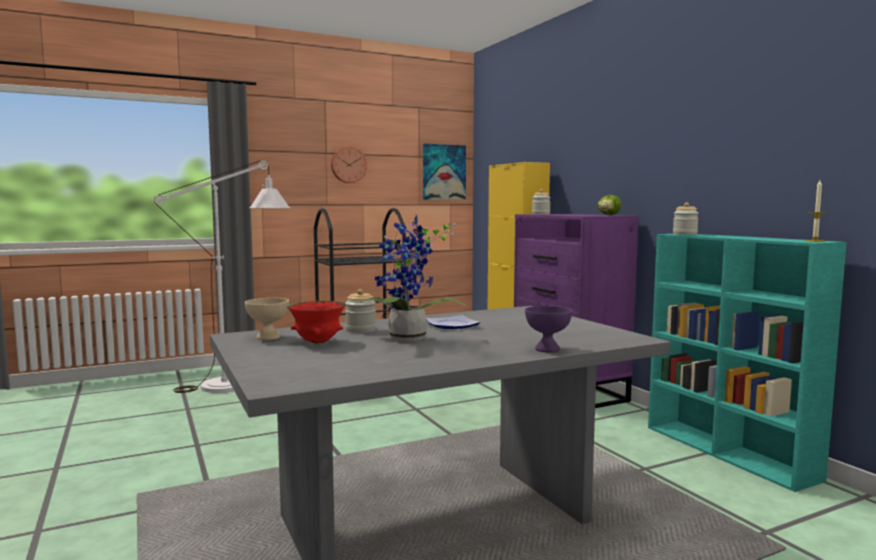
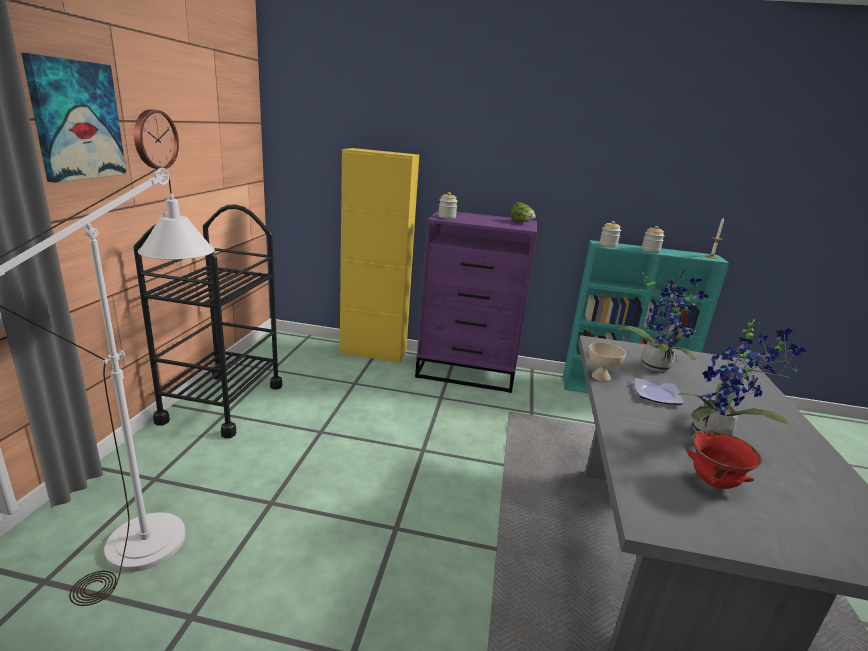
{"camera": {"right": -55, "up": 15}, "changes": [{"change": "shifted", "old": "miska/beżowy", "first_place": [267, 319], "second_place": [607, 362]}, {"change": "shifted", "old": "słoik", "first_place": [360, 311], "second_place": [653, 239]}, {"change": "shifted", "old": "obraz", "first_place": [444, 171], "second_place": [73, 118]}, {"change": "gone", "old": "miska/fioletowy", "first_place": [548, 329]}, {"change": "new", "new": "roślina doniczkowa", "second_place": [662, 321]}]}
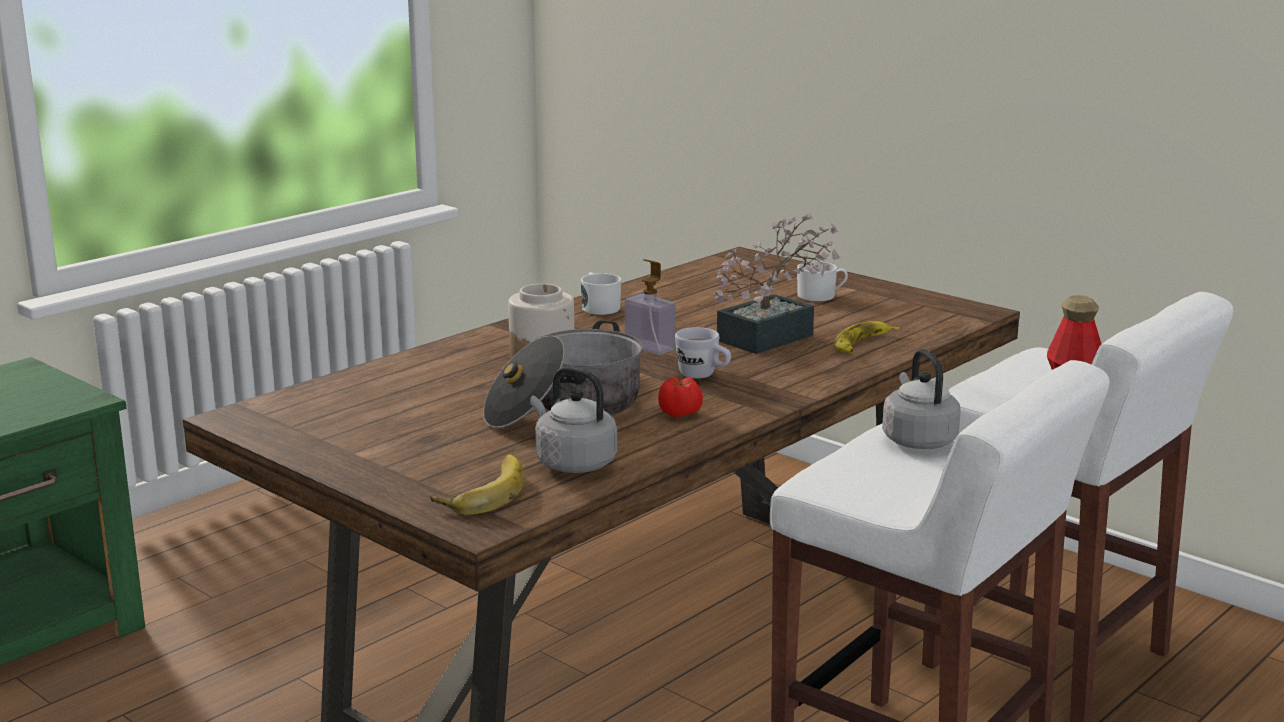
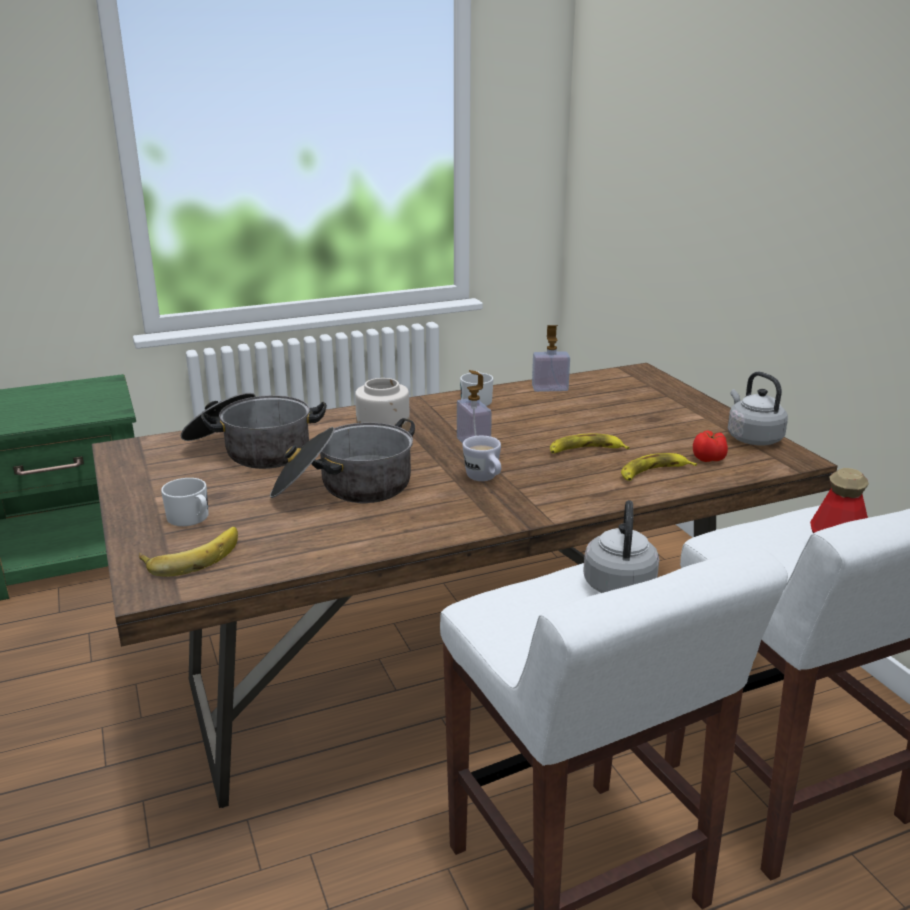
{"camera": {"right": 25, "up": 5}, "changes": [{"change": "shifted", "old": "czajnik/szary", "first_place": [573, 419], "second_place": [758, 408]}, {"change": "shifted", "old": "pomidor", "first_place": [680, 397], "second_place": [710, 446]}, {"change": "swapped", "old": "roślina doniczkowa", "new": "banan", "first_place": [777, 284], "second_place": [590, 444]}, {"change": "shifted", "old": "kubek/biały", "first_place": [822, 281], "second_place": [185, 502]}, {"change": "new", "new": "garnek", "second_place": [254, 431]}, {"change": "new", "new": "dozownik mydła", "second_place": [551, 358]}]}
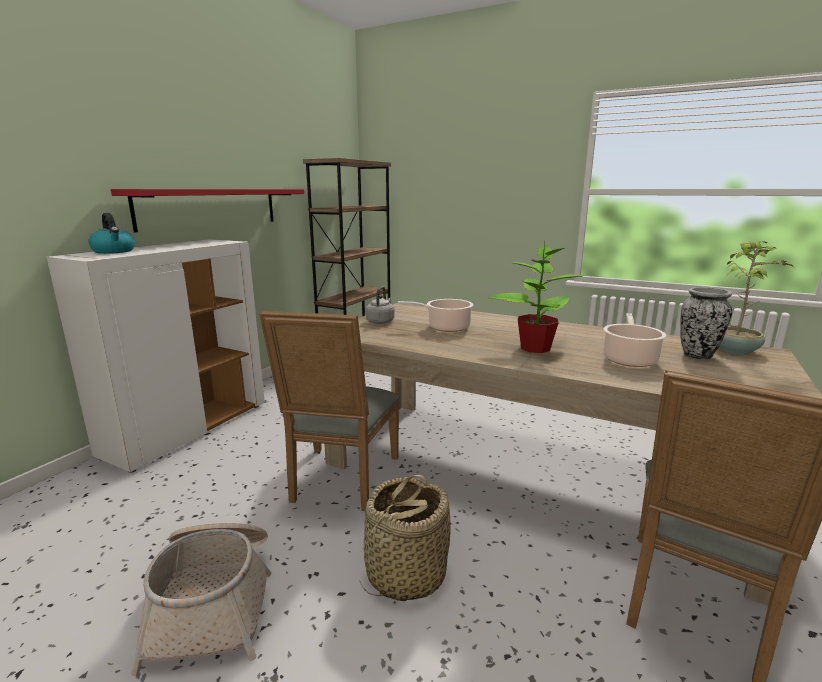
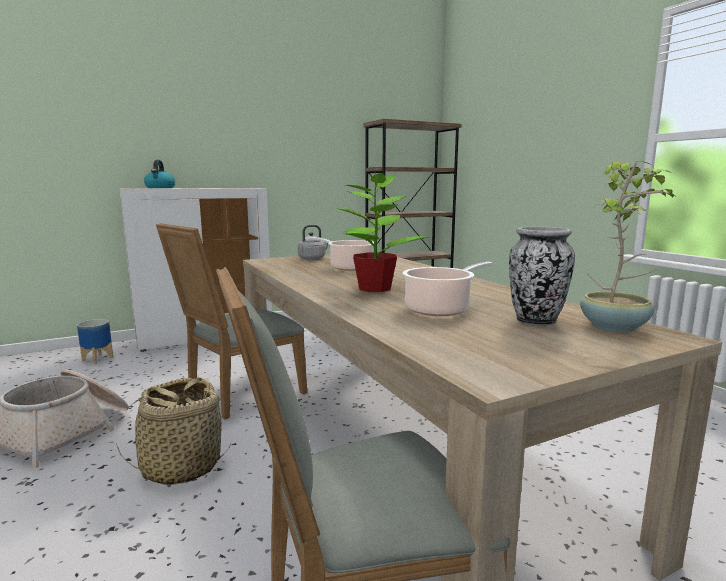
{"camera": {"right": 35, "up": -5}, "changes": [{"change": "gone", "old": "półka/czerwony", "first_place": [207, 211]}, {"change": "new", "new": "donica", "second_place": [95, 341]}]}
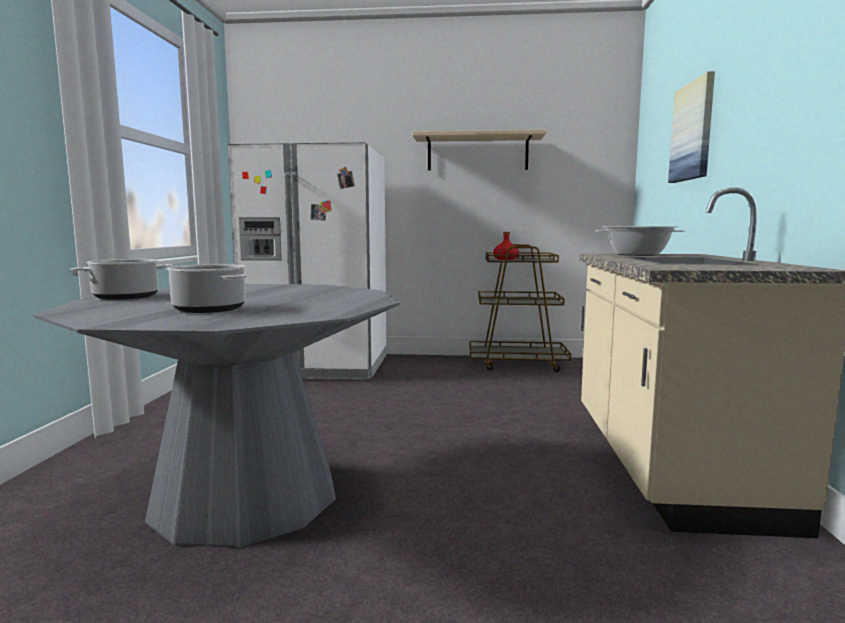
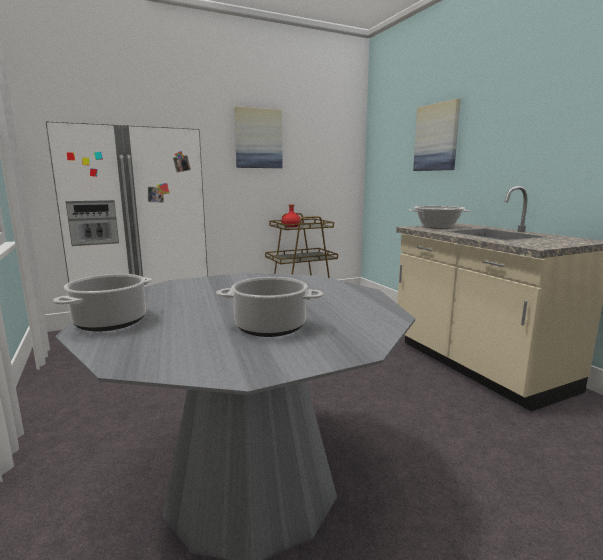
{"camera": {"right": -30, "up": 5}, "changes": [{"change": "swapped", "old": "półka/beżowy", "new": "obraz", "first_place": [479, 150], "second_place": [258, 137]}]}
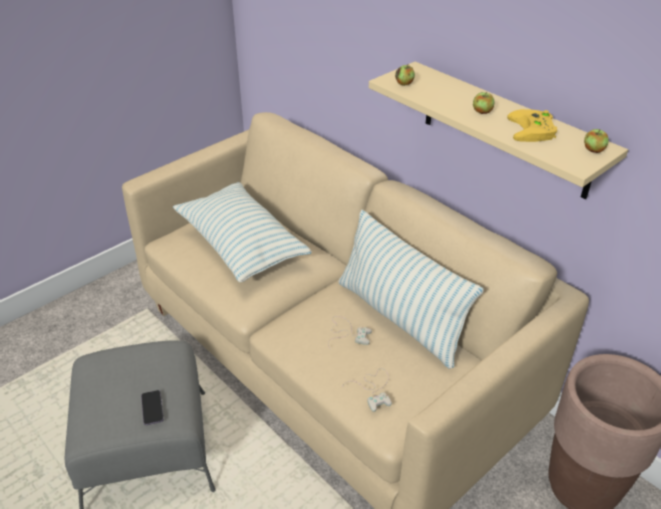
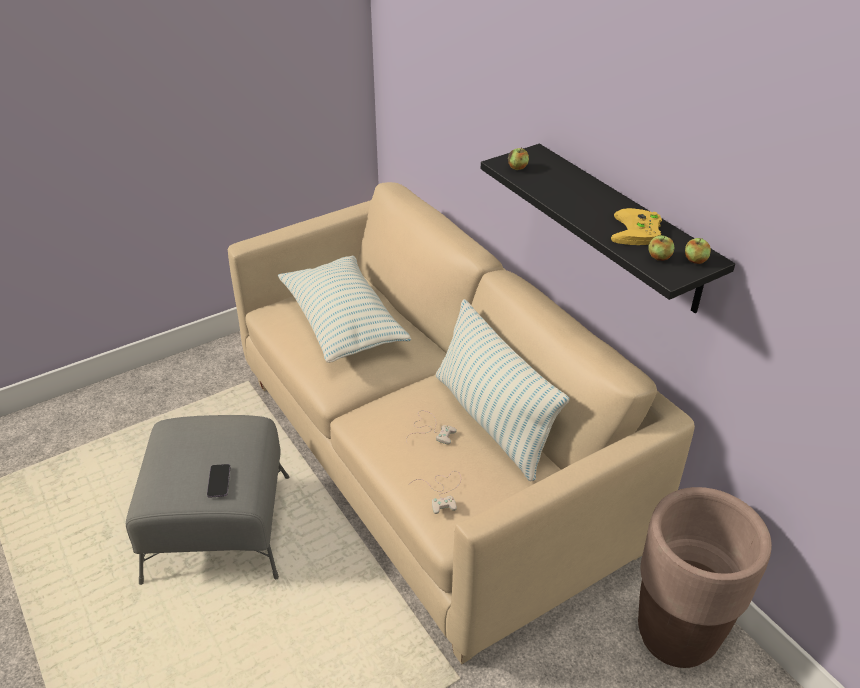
{"camera": {"right": 10, "up": 0}, "changes": [{"change": "repainted", "old": "półka/beżowy", "new": "półka/czarny", "first_place": [498, 130], "second_place": [608, 228]}, {"change": "shifted", "old": "jabłko", "first_place": [484, 103], "second_place": [661, 248]}]}
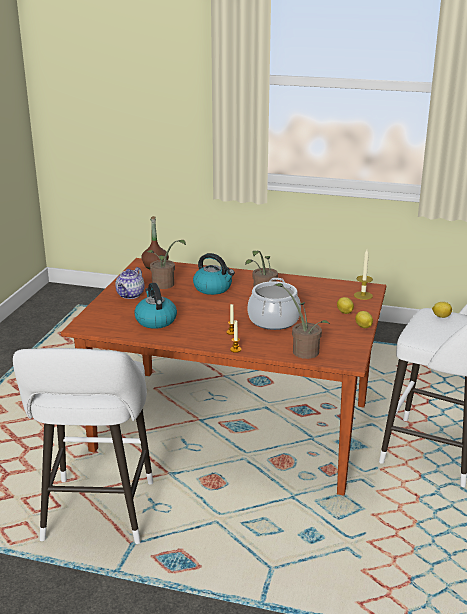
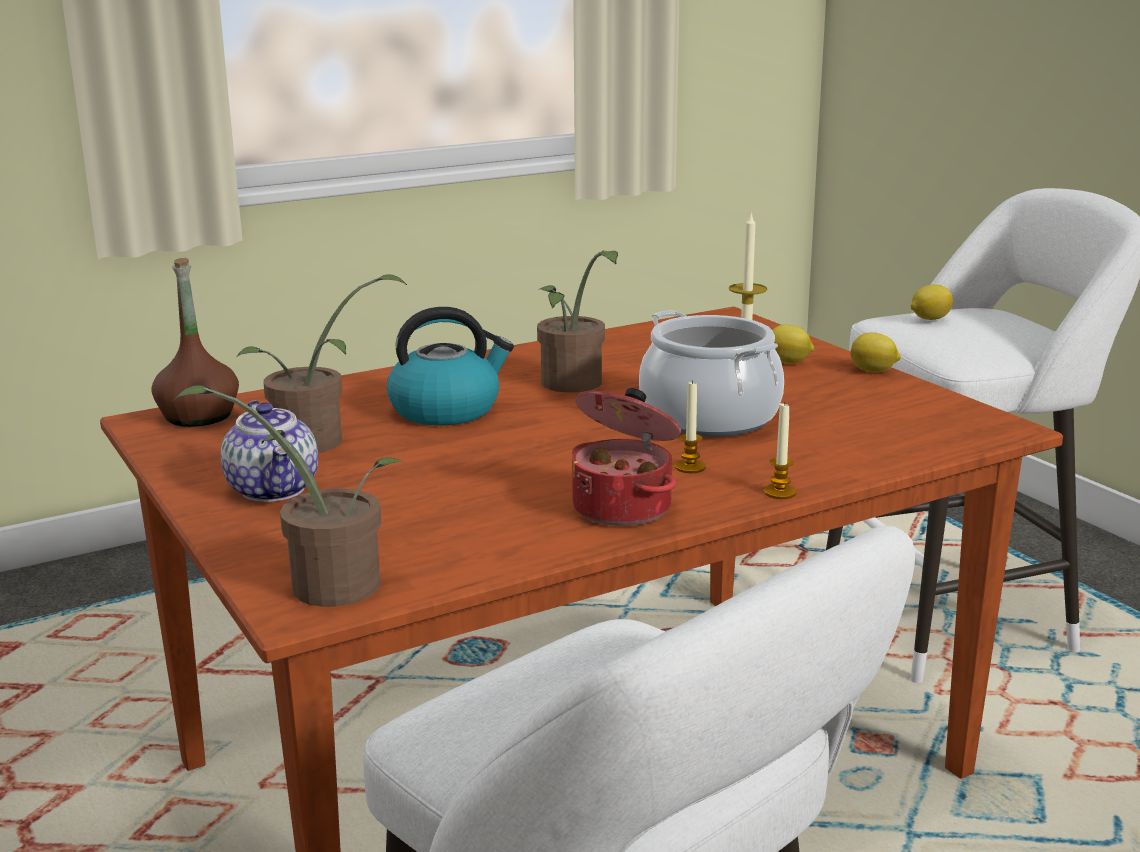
{"camera": {"right": -45, "up": -5}, "changes": [{"change": "gone", "old": "czajnik", "first_place": [155, 306]}, {"change": "shifted", "old": "roślina doniczkowa", "first_place": [302, 321], "second_place": [287, 496]}, {"change": "new", "new": "garnek", "second_place": [626, 457]}]}
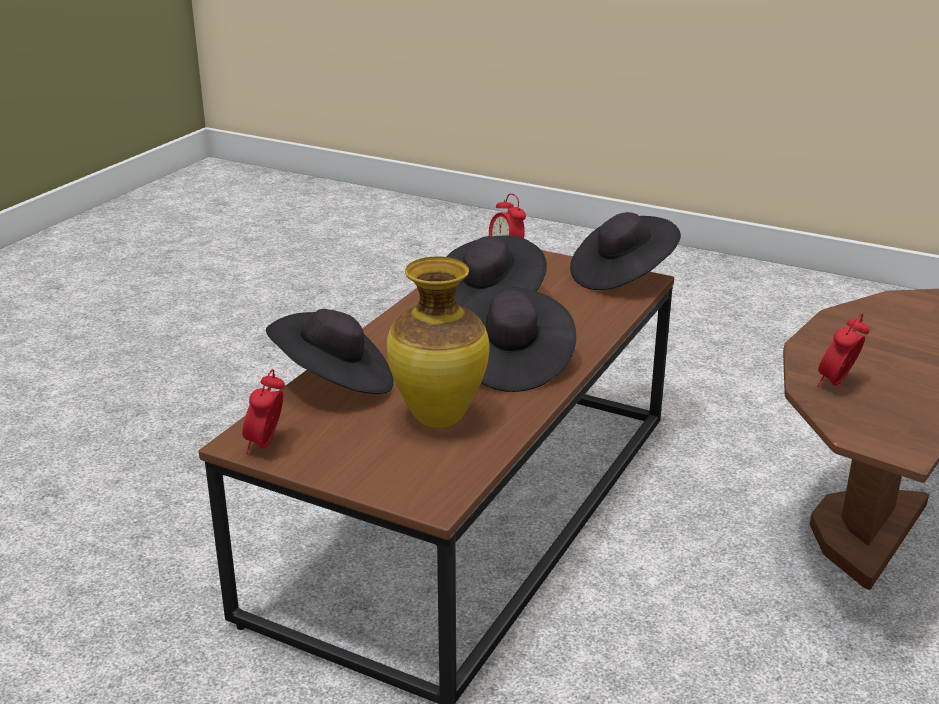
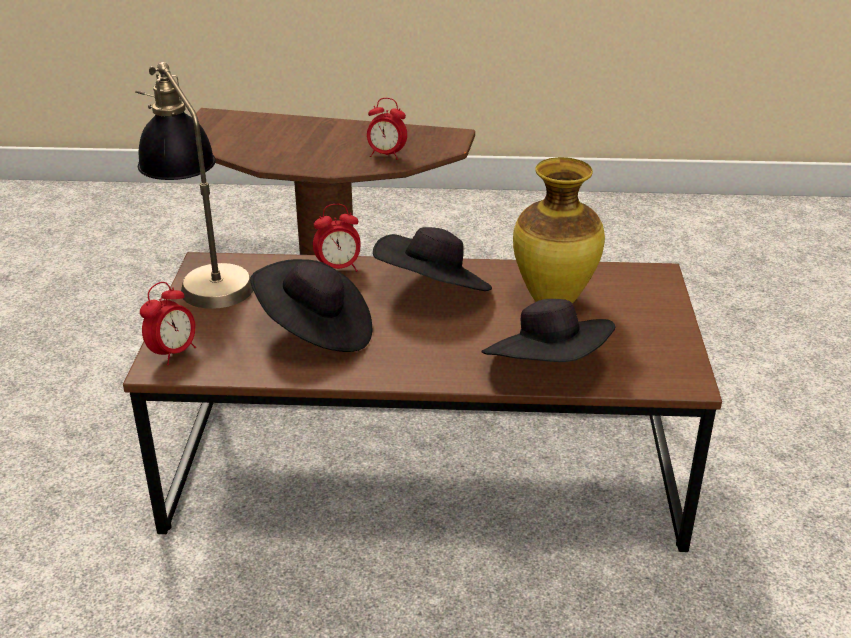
{"camera": {"right": -115, "up": 5}, "changes": [{"change": "shifted", "old": "budzik", "first_place": [264, 411], "second_place": [337, 238]}, {"change": "swapped", "old": "kapelusz/czarny", "new": "lampa stołowa", "first_place": [625, 251], "second_place": [194, 185]}]}
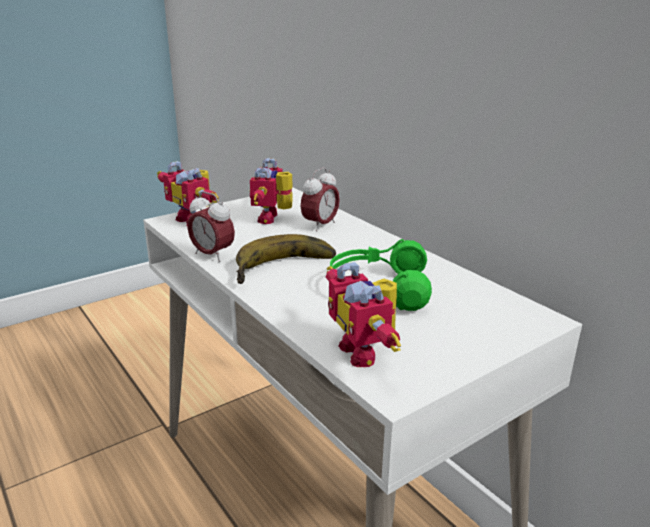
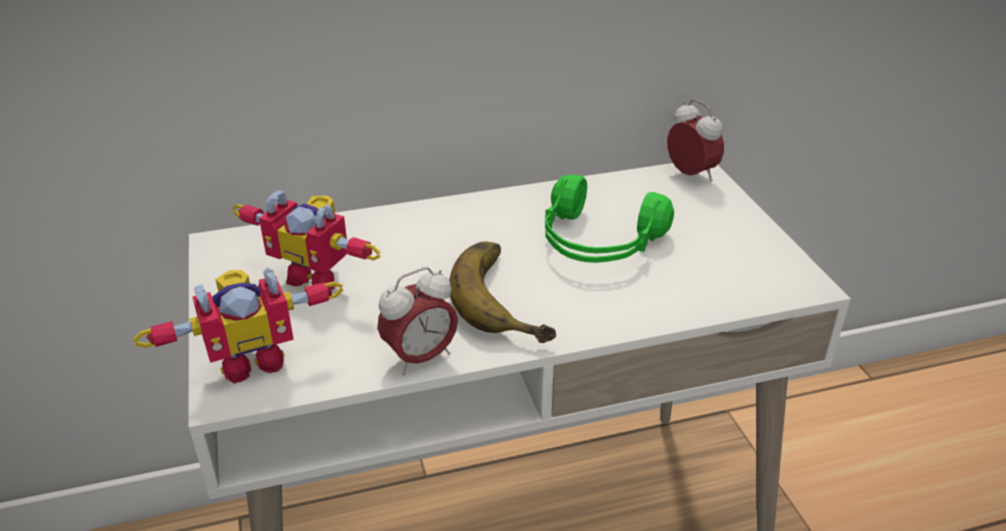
{"camera": {"right": -70, "up": 10}, "changes": [{"change": "shifted", "old": "budzik", "first_place": [320, 200], "second_place": [695, 140]}, {"change": "gone", "old": "robot zabawkowy", "first_place": [363, 314]}]}
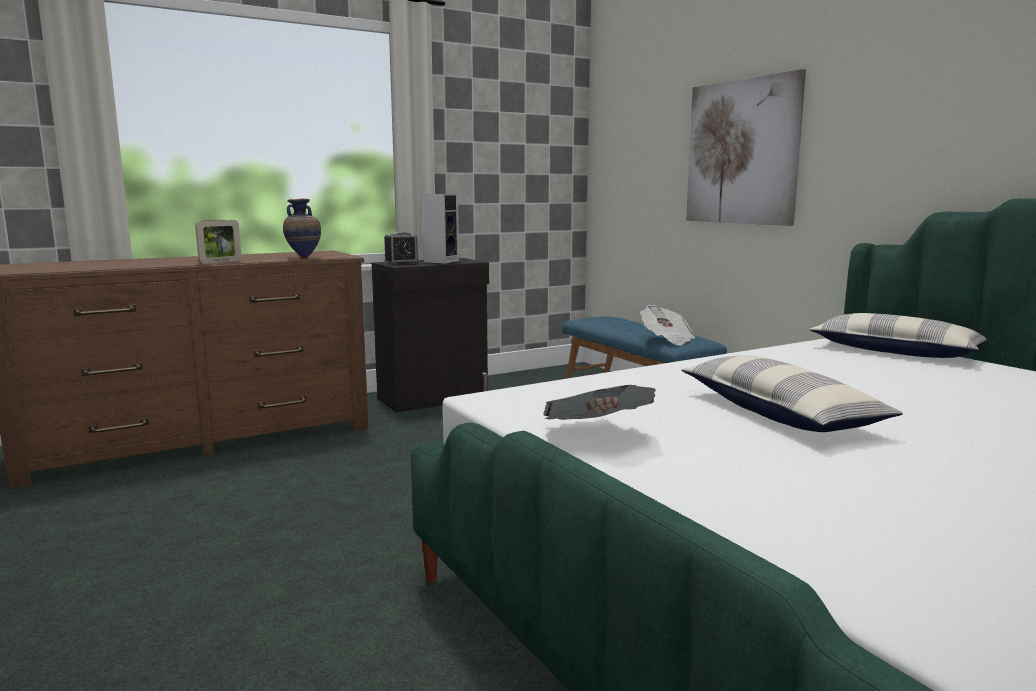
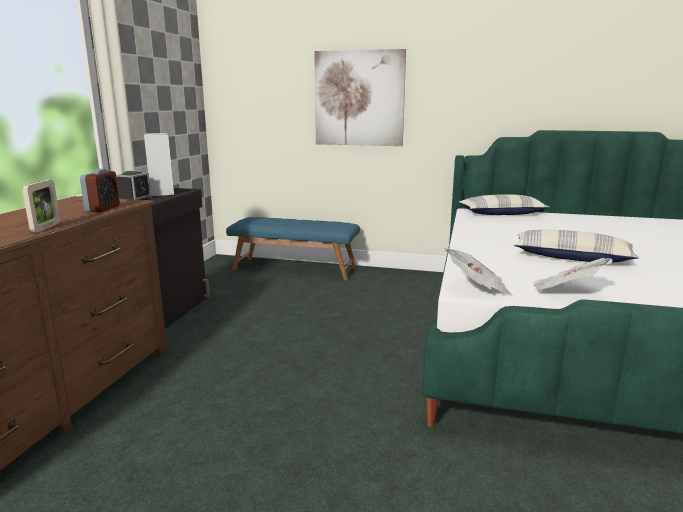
{"camera": {"right": -45, "up": 5}, "changes": [{"change": "swapped", "old": "wazon", "new": "budzik", "first_place": [302, 228], "second_place": [100, 190]}, {"change": "shifted", "old": "gazeta", "first_place": [667, 325], "second_place": [478, 272]}]}
